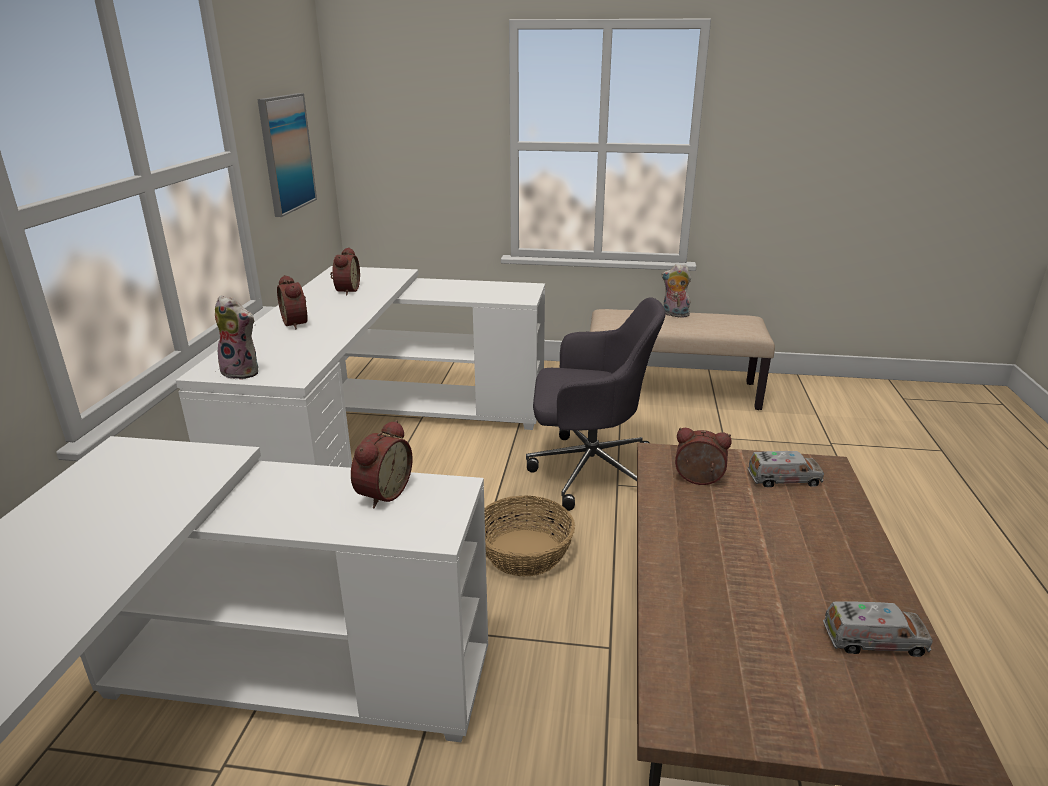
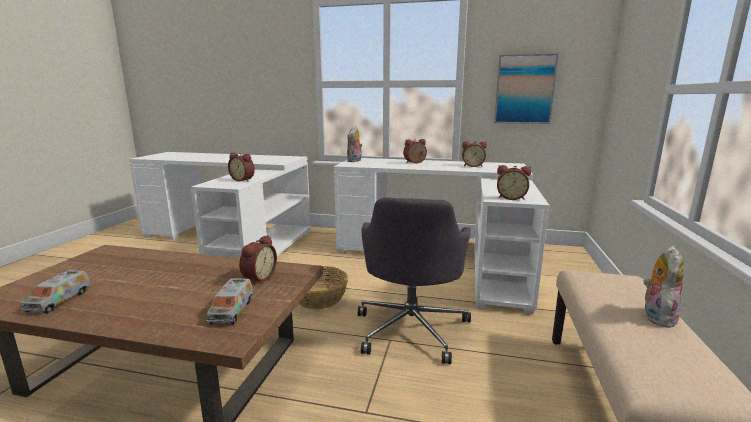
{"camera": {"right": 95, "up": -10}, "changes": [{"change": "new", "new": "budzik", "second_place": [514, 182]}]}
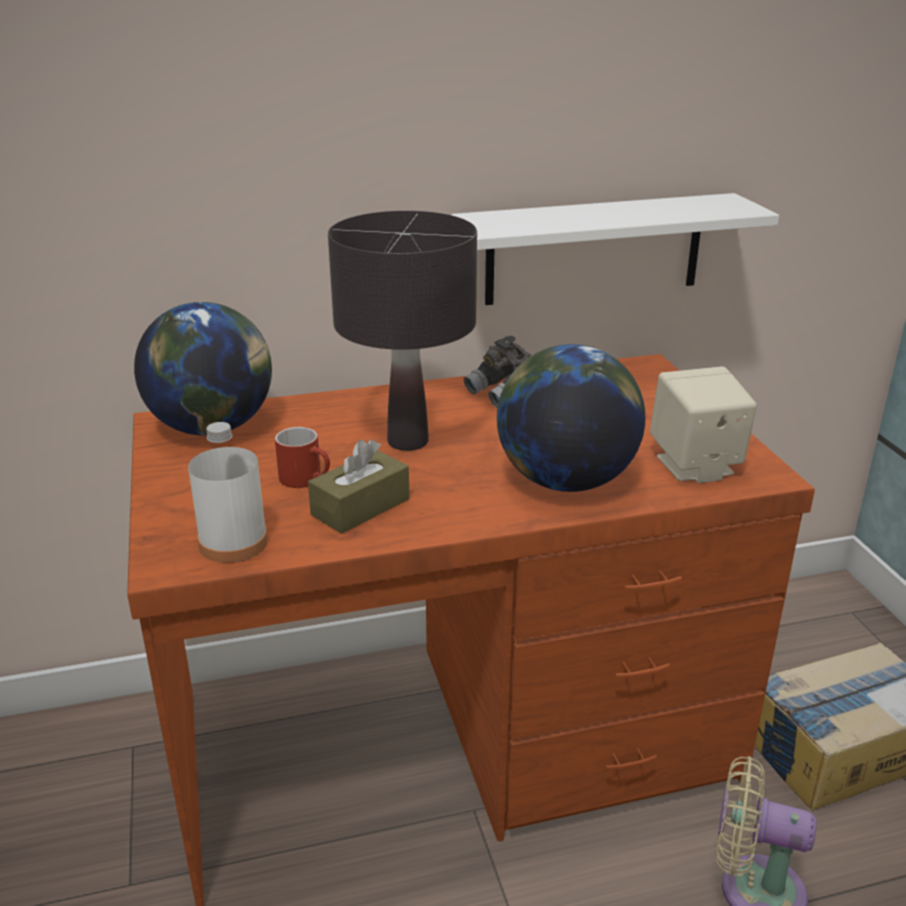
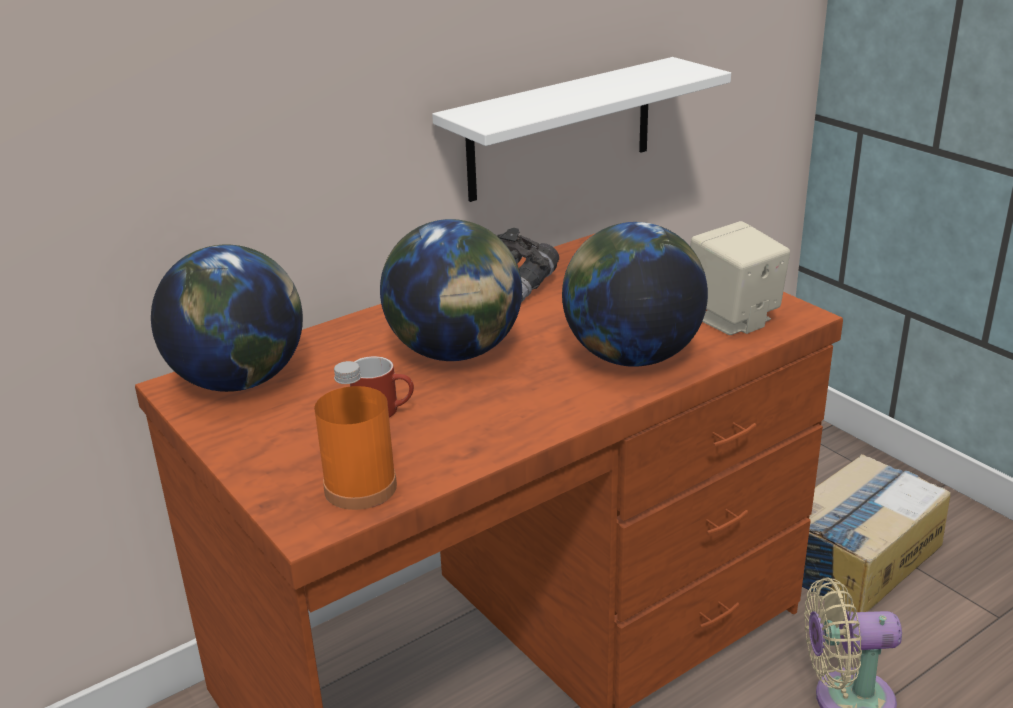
{"camera": {"right": -20, "up": 0}, "changes": [{"change": "repainted", "old": "butelka/biały", "new": "butelka/pomarańczowy", "first_place": [228, 492], "second_place": [355, 435]}, {"change": "gone", "old": "pudełko chusteczek/brązowy", "first_place": [359, 486]}, {"change": "swapped", "old": "lampa stołowa/czarny", "new": "globus", "first_place": [402, 331], "second_place": [451, 290]}]}
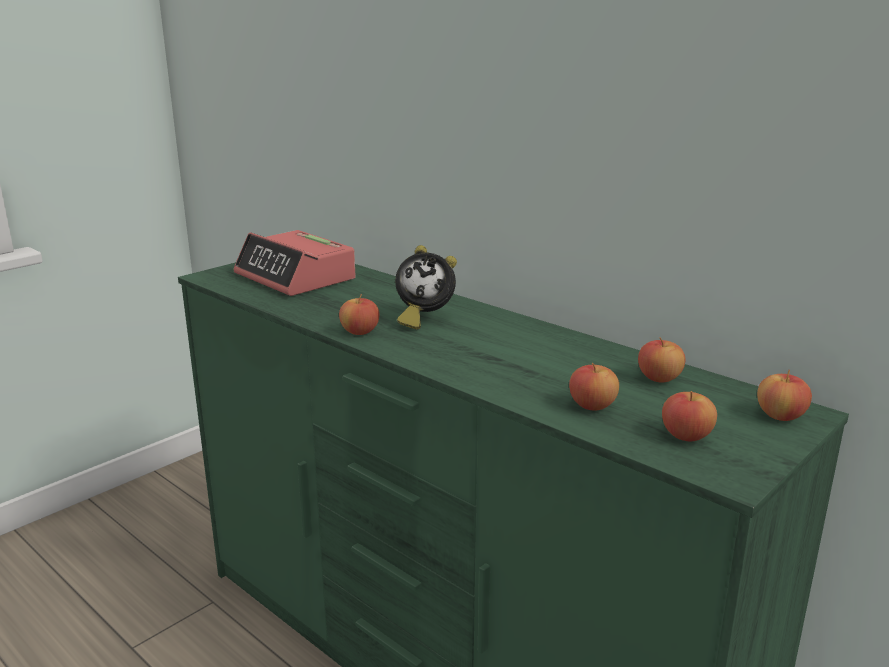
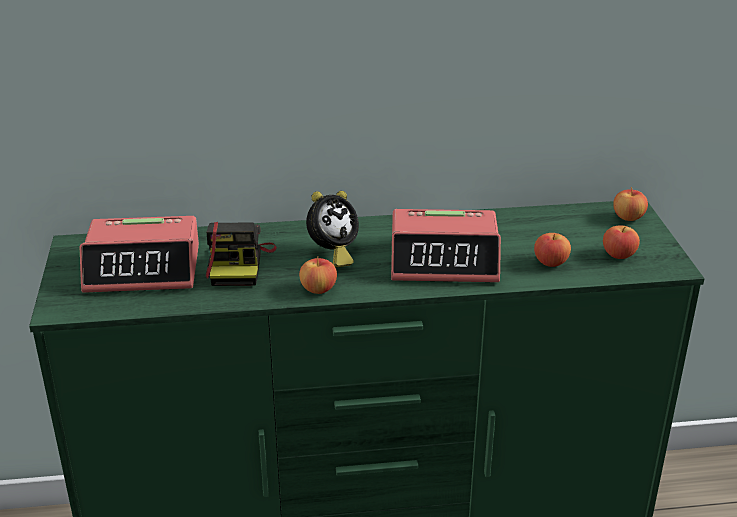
{"camera": {"right": -50, "up": 10}, "changes": [{"change": "gone", "old": "jabłko", "first_place": [661, 359]}, {"change": "new", "new": "aparat fotograficzny", "second_place": [241, 254]}, {"change": "new", "new": "budzik", "second_place": [446, 245]}]}
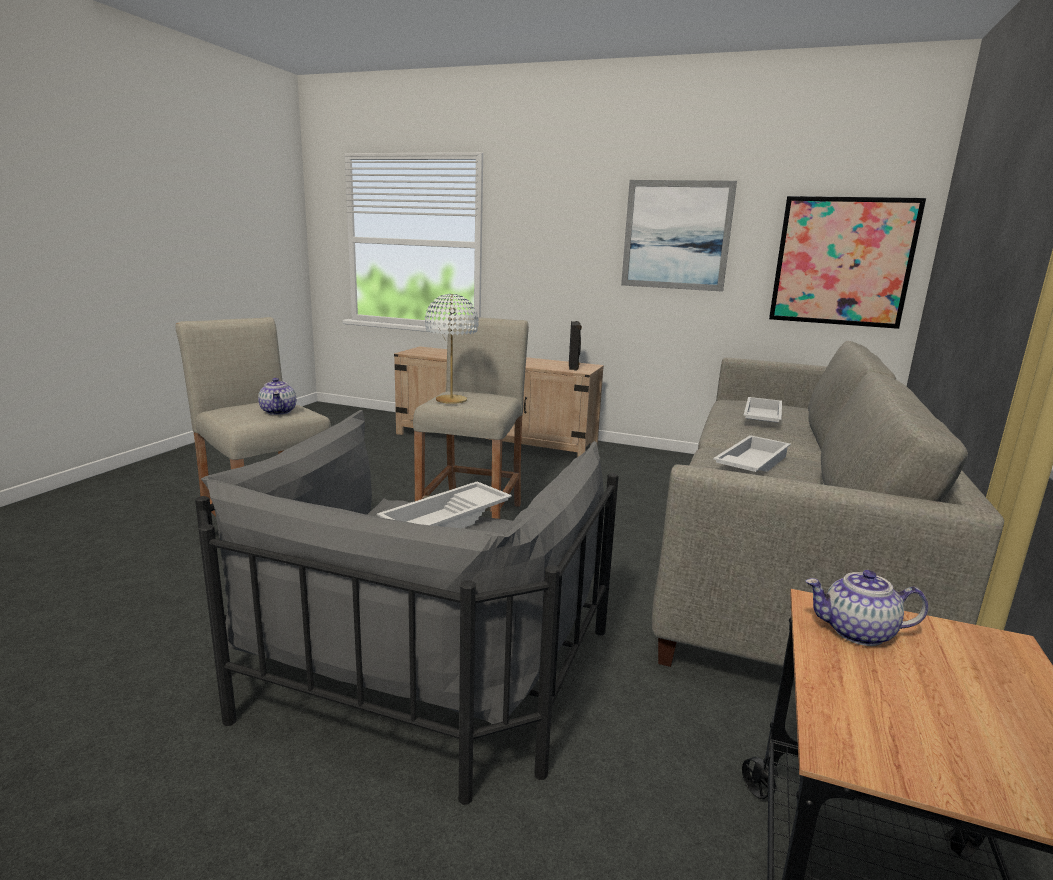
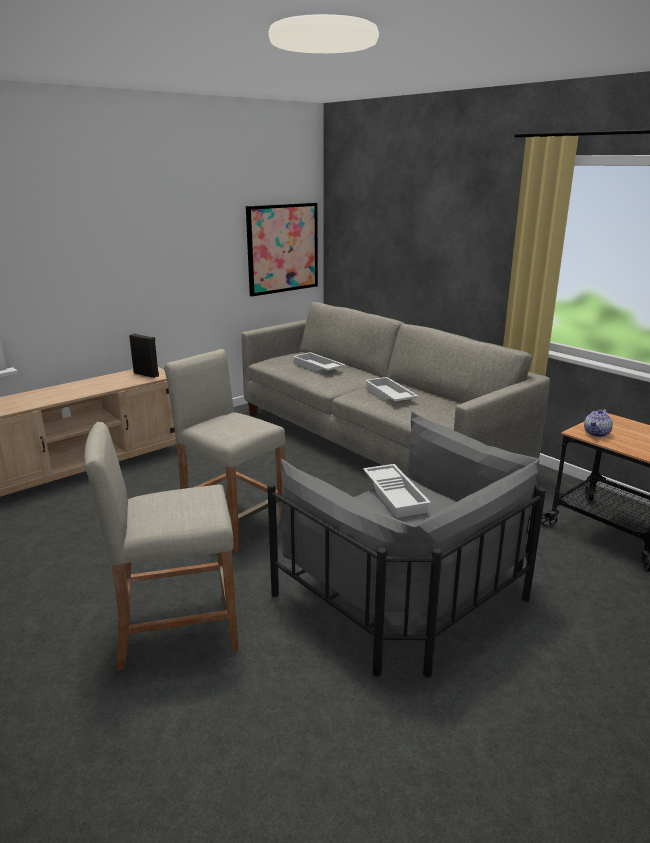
{"camera": {"right": -60, "up": 5}, "changes": [{"change": "gone", "old": "imbryk", "first_place": [277, 396]}, {"change": "gone", "old": "lampa stołowa/biały", "first_place": [452, 349]}, {"change": "gone", "old": "obraz", "first_place": [679, 236]}]}
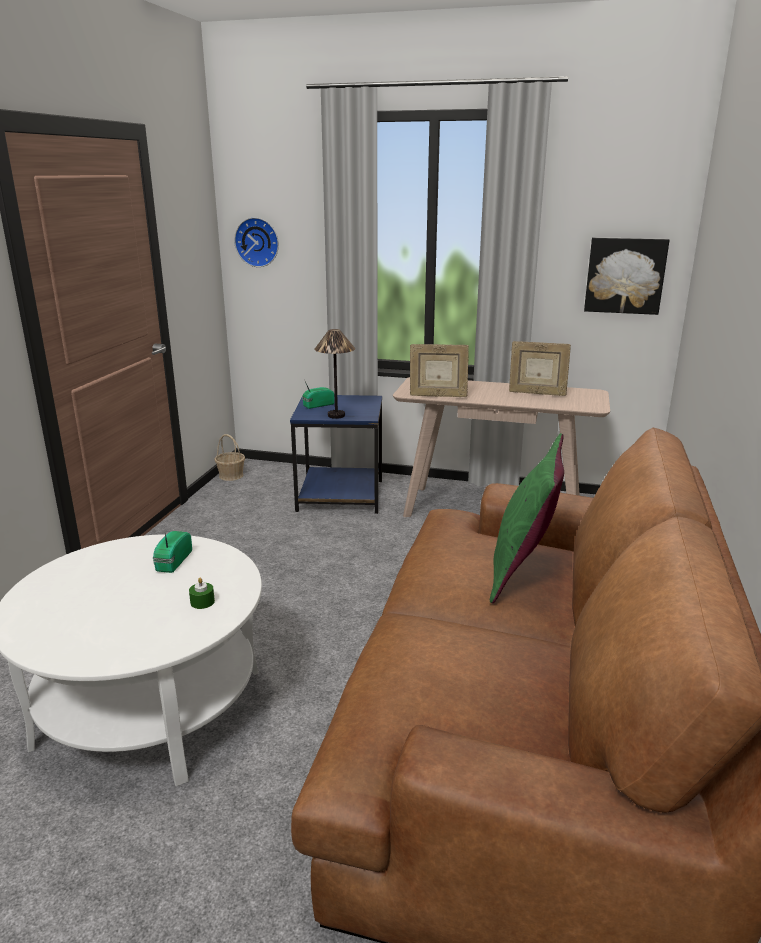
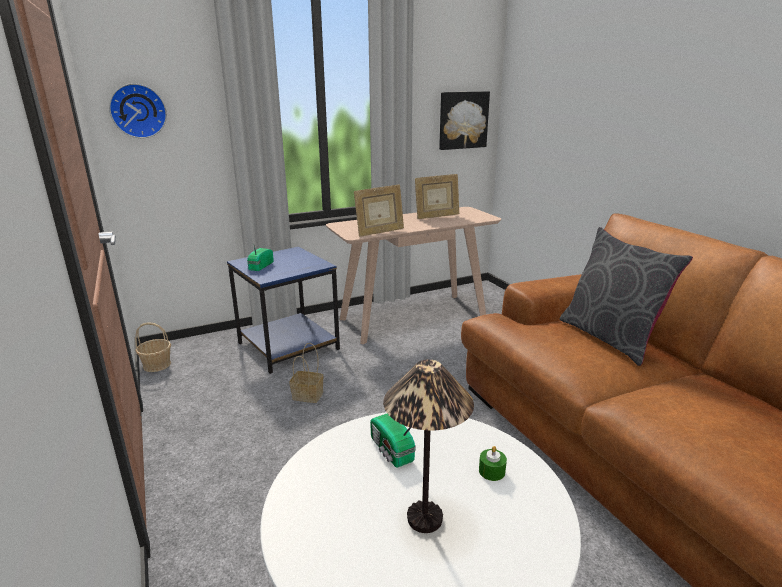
{"camera": {"right": -40, "up": 0}, "changes": [{"change": "shifted", "old": "lampa stołowa", "first_place": [334, 374], "second_place": [428, 446]}, {"change": "repainted", "old": "poduszka/zielony", "new": "poduszka/szary", "first_place": [527, 518], "second_place": [626, 296]}, {"change": "new", "new": "koszyk", "second_place": [306, 373]}]}
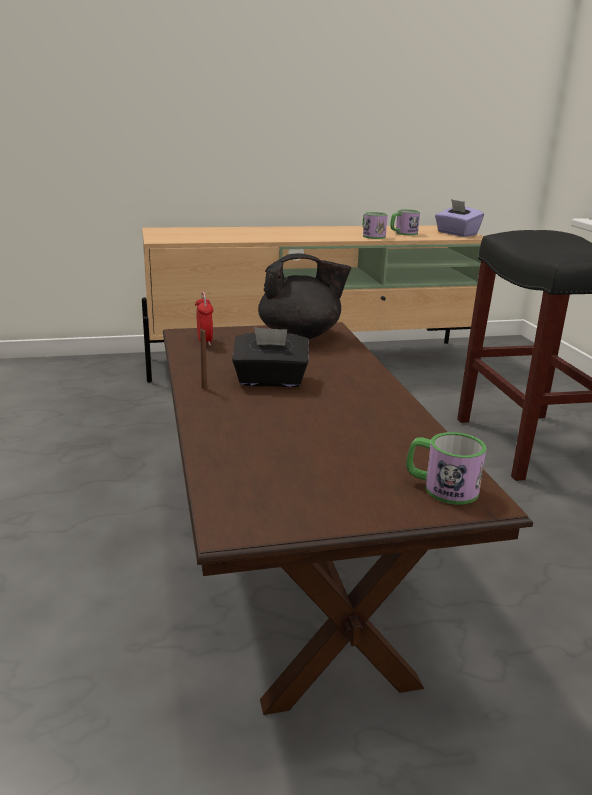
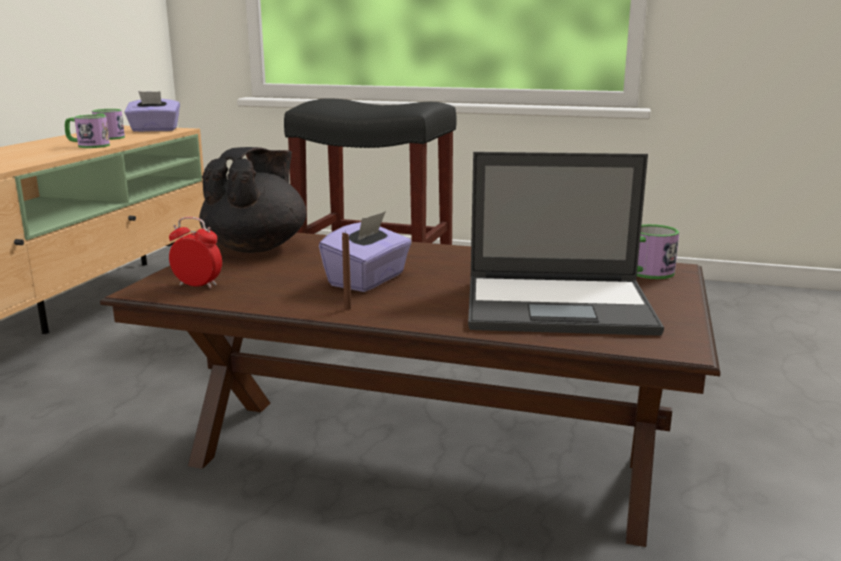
{"camera": {"right": -60, "up": -5}, "changes": [{"change": "repainted", "old": "pudełko chusteczek/czarny", "new": "pudełko chusteczek/fioletowy", "first_place": [270, 357], "second_place": [365, 251]}, {"change": "new", "new": "laptop", "second_place": [566, 244]}]}
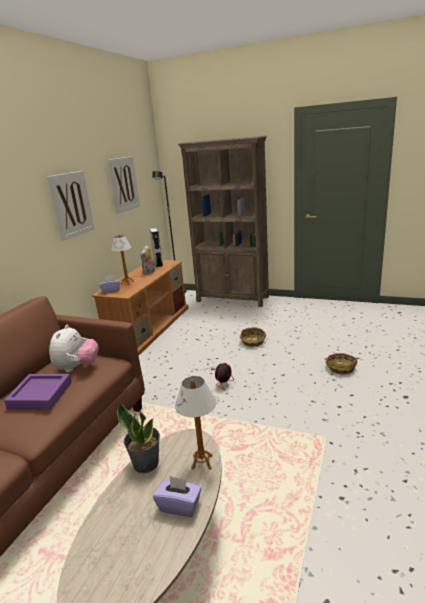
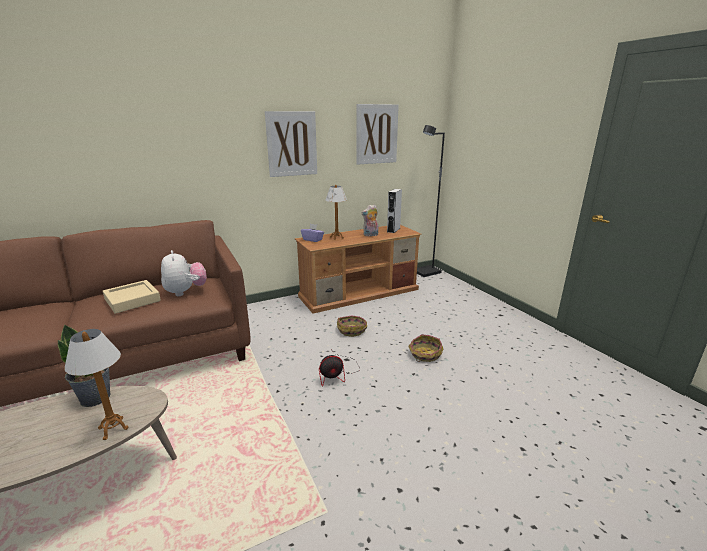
{"camera": {"right": 40, "up": 0}, "changes": [{"change": "repainted", "old": "taca/fioletowy", "new": "taca/beżowy", "first_place": [38, 392], "second_place": [132, 297]}, {"change": "rotated", "old": "pluszak", "first_place": [73, 348], "second_place": [184, 273], "degrees": -75}, {"change": "gone", "old": "pudełko chusteczek/fioletowy", "first_place": [177, 496]}, {"change": "gone", "old": "regał/brązowy", "first_place": [223, 221]}, {"change": "shifted", "old": "koszyk", "first_place": [341, 364], "second_place": [352, 326]}]}
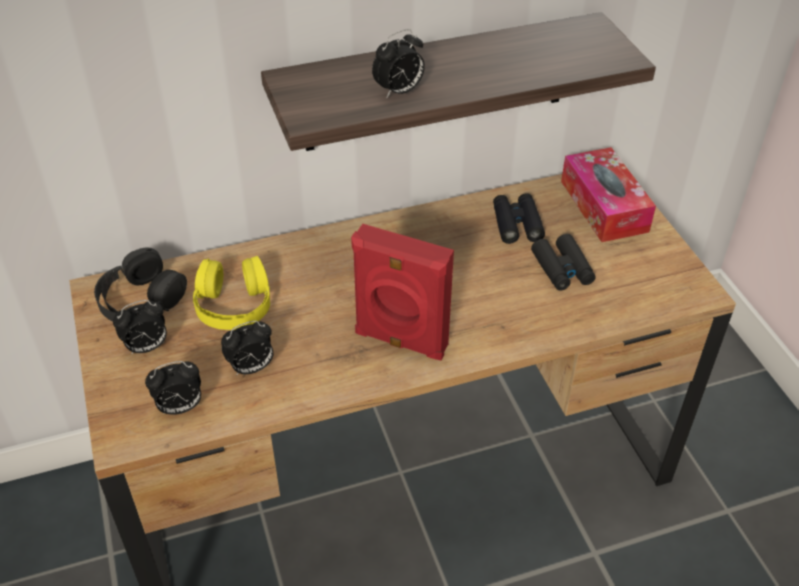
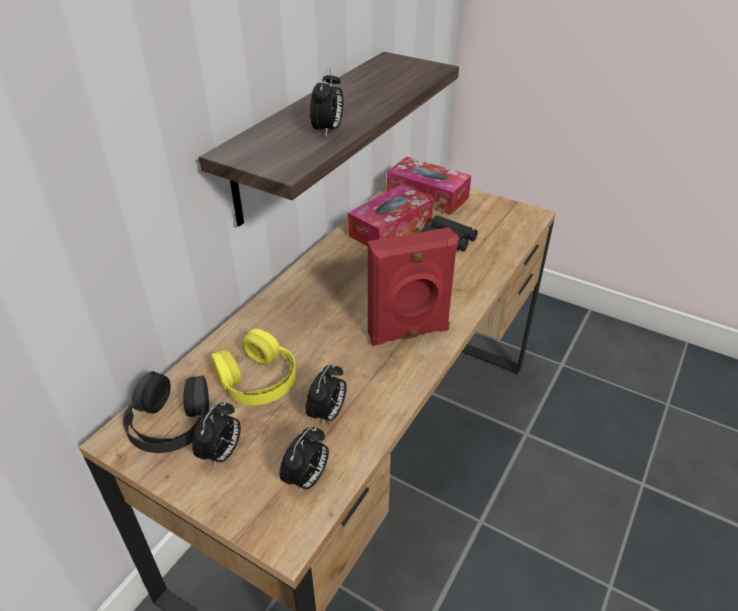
{"camera": {"right": -40, "up": -5}, "changes": [{"change": "swapped", "old": "lornetka/czarny", "new": "pudełko chusteczek", "first_place": [519, 218], "second_place": [391, 215]}]}
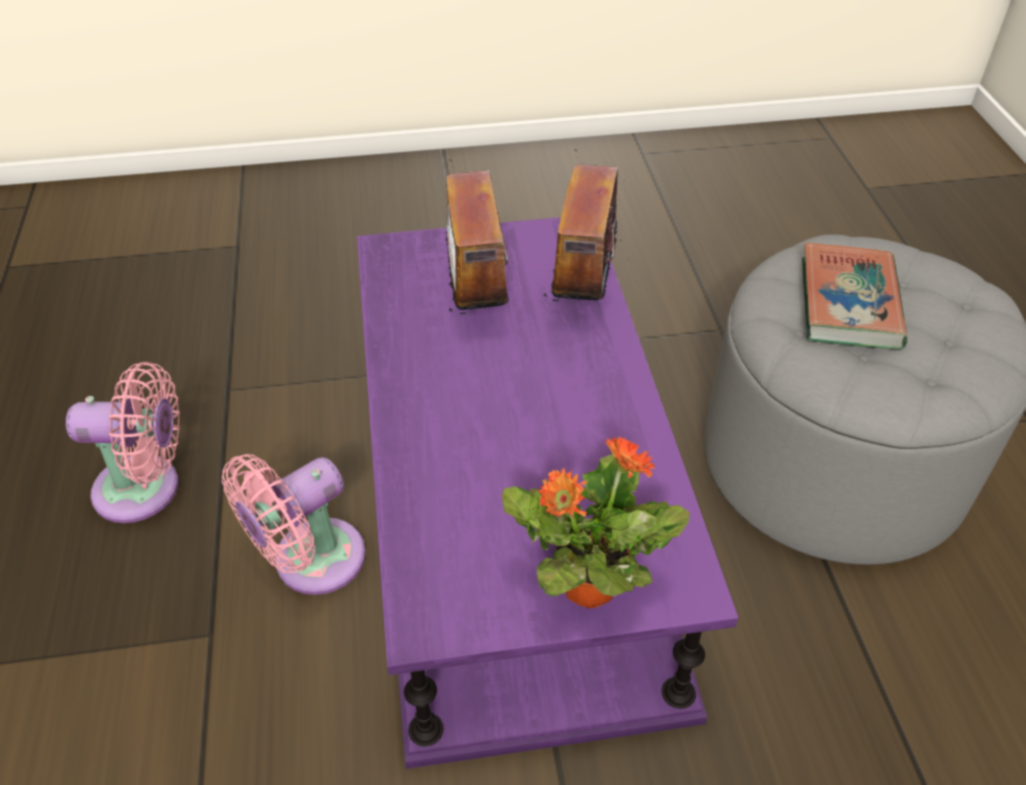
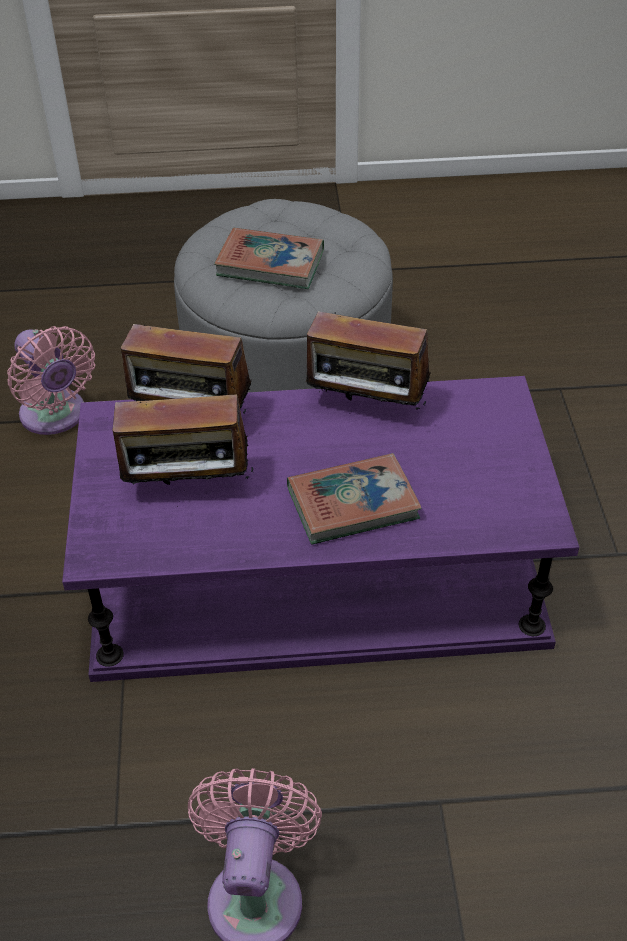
{"camera": {"right": -85, "up": 0}, "changes": [{"change": "shifted", "old": "wentylator/różowy", "first_place": [294, 524], "second_place": [51, 380]}, {"change": "gone", "old": "roślina doniczkowa", "first_place": [596, 522]}, {"change": "new", "new": "książka", "second_place": [354, 498]}, {"change": "new", "new": "radio", "second_place": [368, 362]}]}
